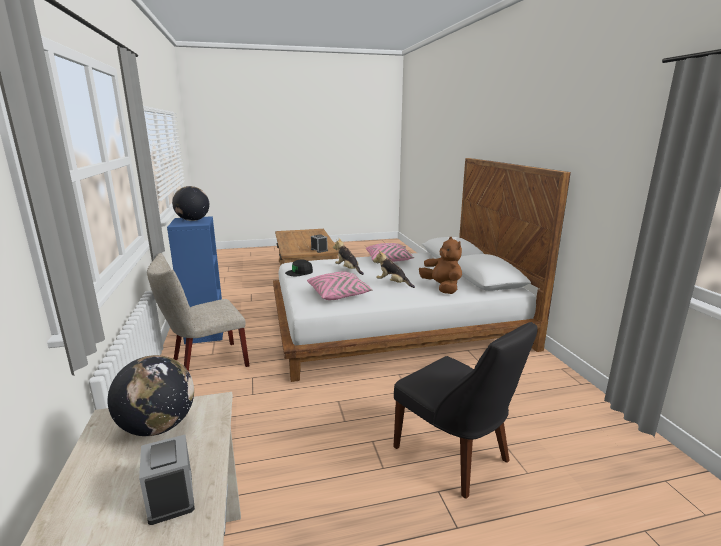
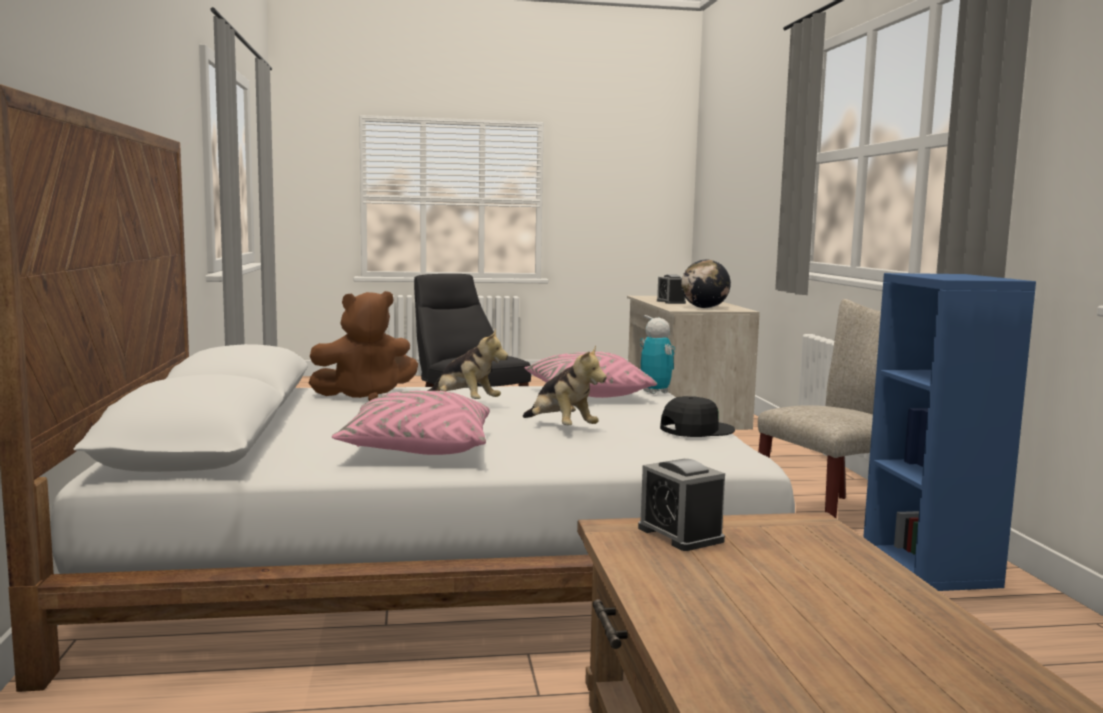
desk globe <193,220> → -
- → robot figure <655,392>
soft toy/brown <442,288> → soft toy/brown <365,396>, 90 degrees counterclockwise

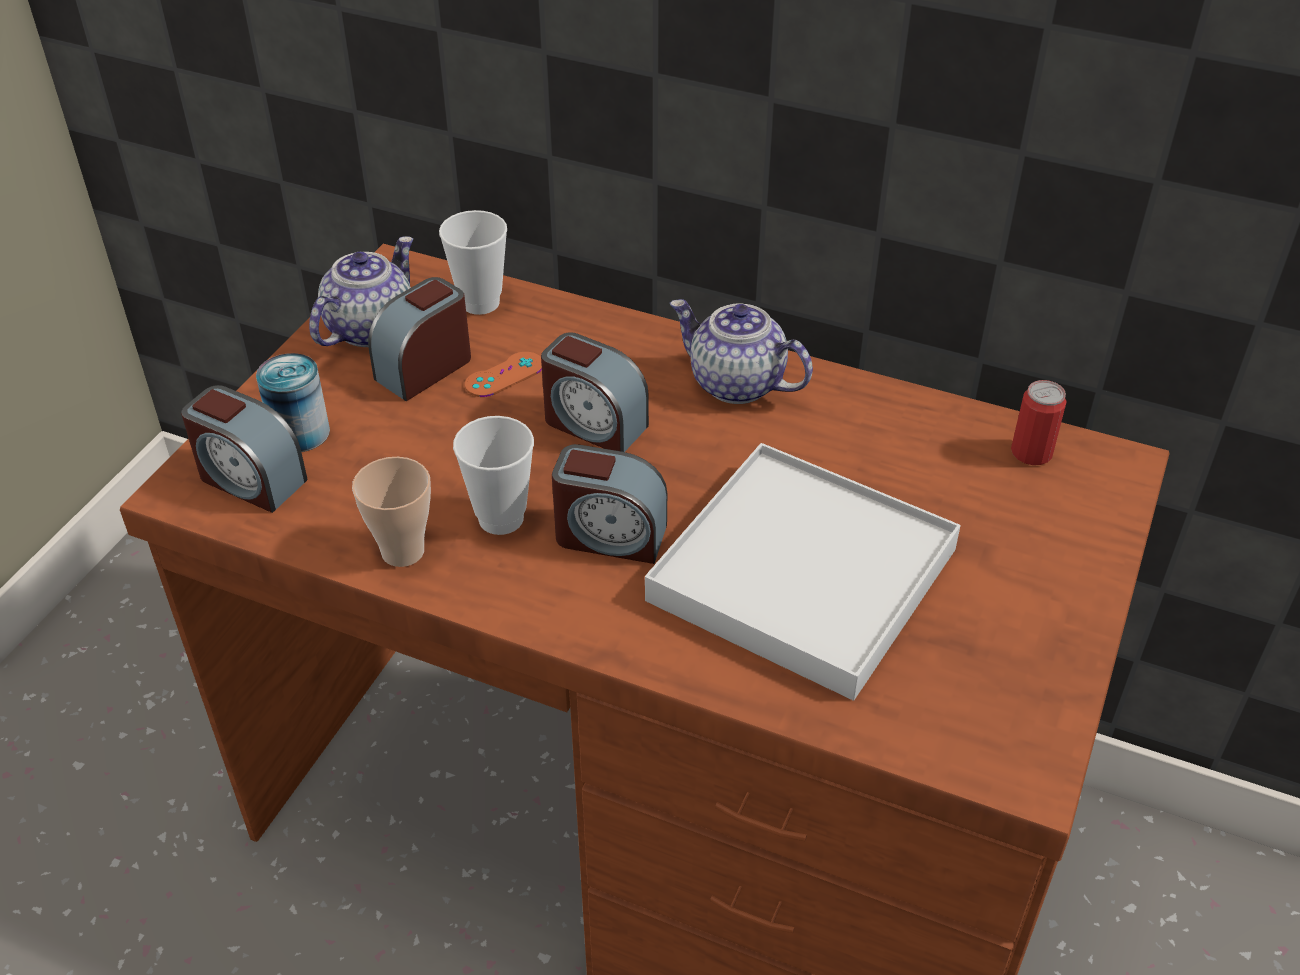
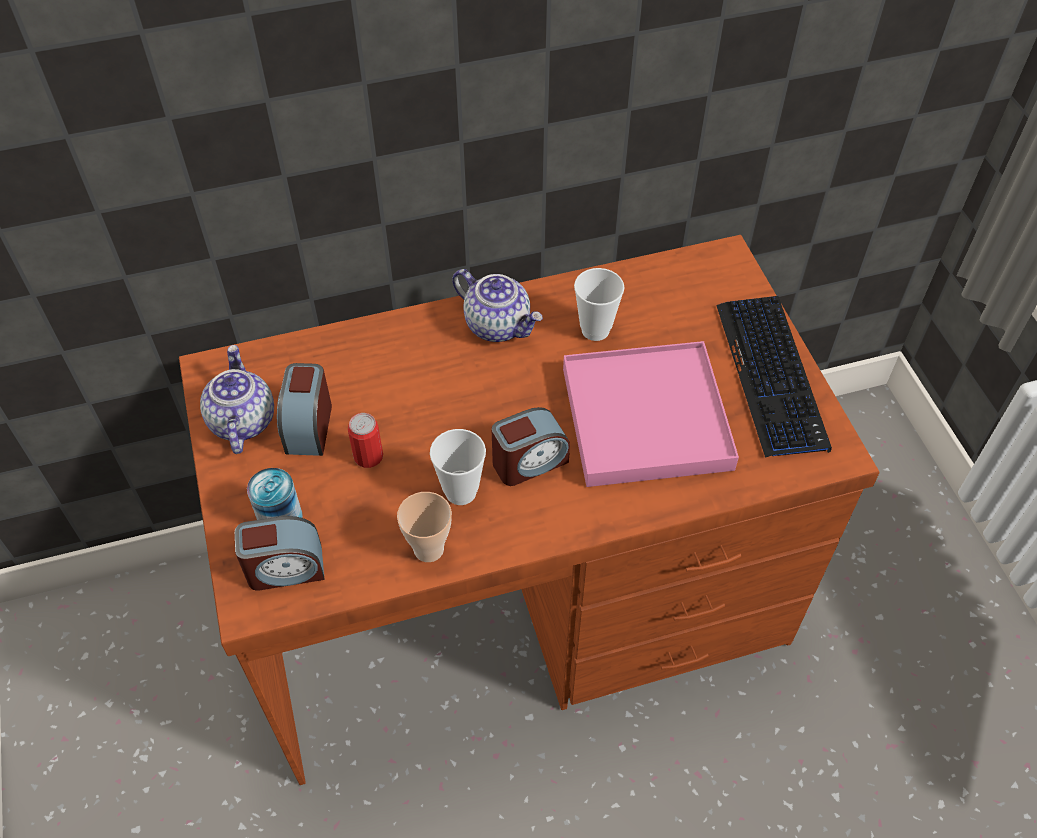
joypad/orange-coloured <504,375> → -
alarm clock <593,424> → -
- → PC keyboard <772,376>
cup <480,303> → cup <595,330>, relocated
metal can <1031,452> → metal can <368,456>, relocated
carrying tray/white <803,575> → carrying tray/pinkish <646,418>
pot for tea <735,383> → pot for tea <498,325>, 135 degrees counterclockwise

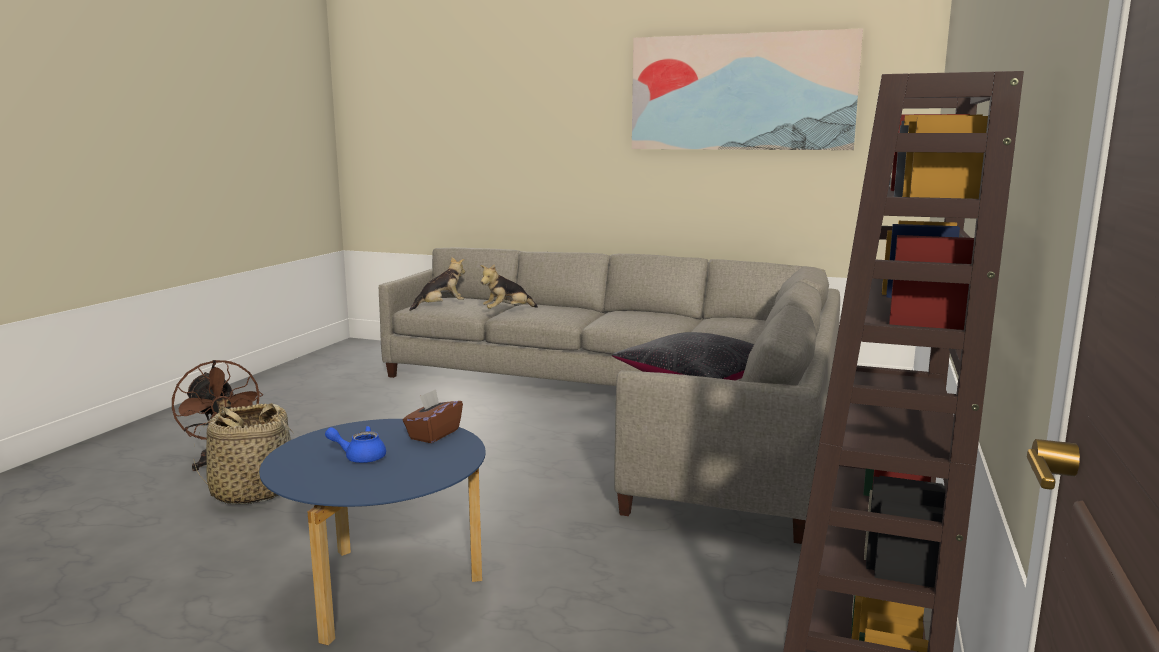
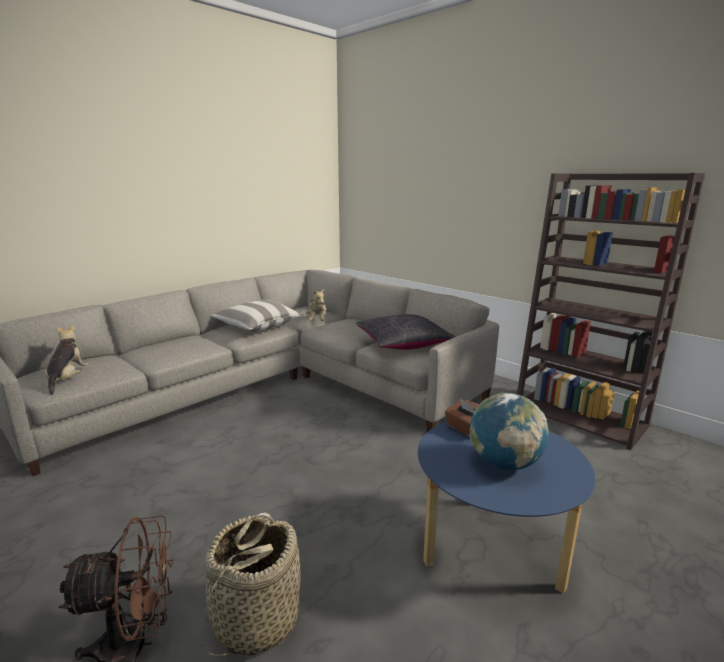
picture <741,92> → -
- → throw pillow <258,326>
soft toy <507,311> → soft toy <317,320>, relocated
pot for tea/blue-coloured <360,457> → desk globe <504,463>

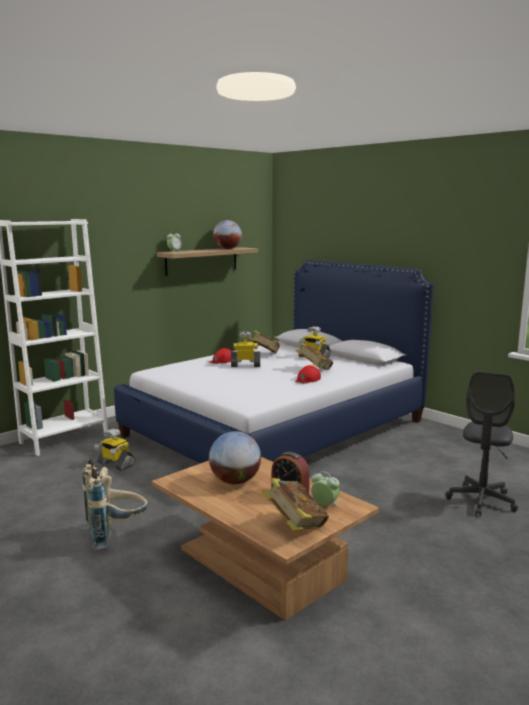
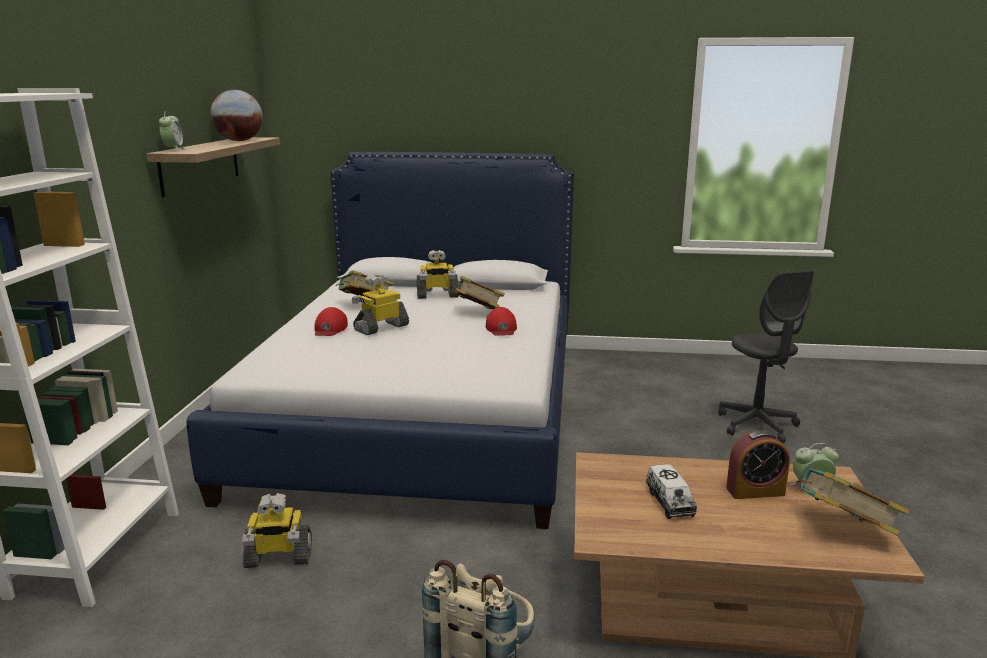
desk globe <235,481> → toy lorry <669,502>

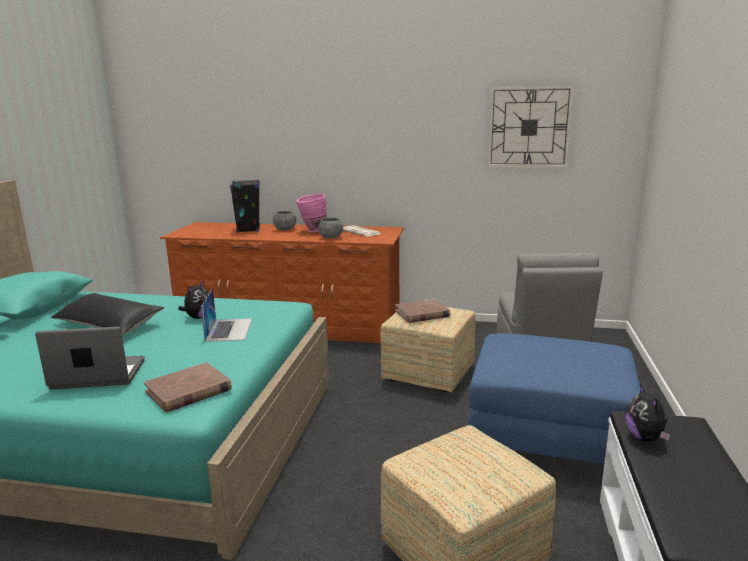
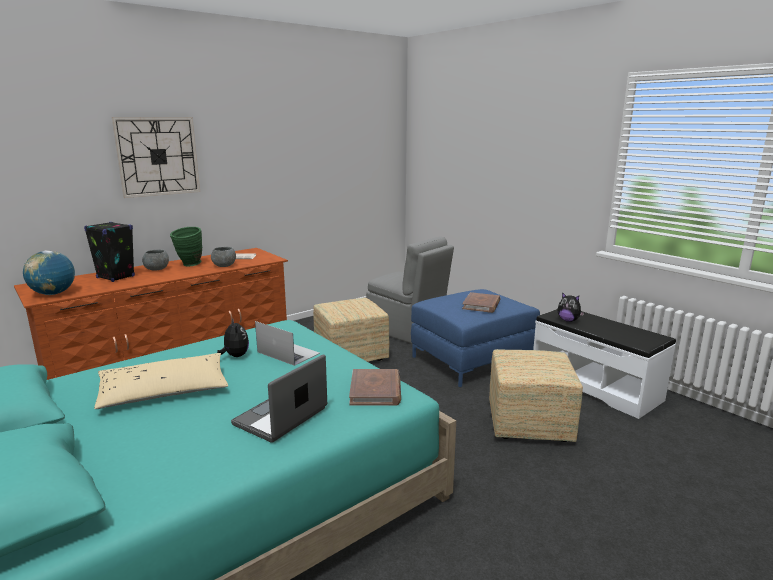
- → desk globe <53,294>
book/brown <422,313> → book/brown <481,305>, relocated
hanging clock <529,127> → hanging clock <158,156>, relocated
throw pillow/black <109,324> → throw pillow/beige-coloured <164,392>
decorative vase/pinkish <312,231> → decorative vase/greenish <189,265>

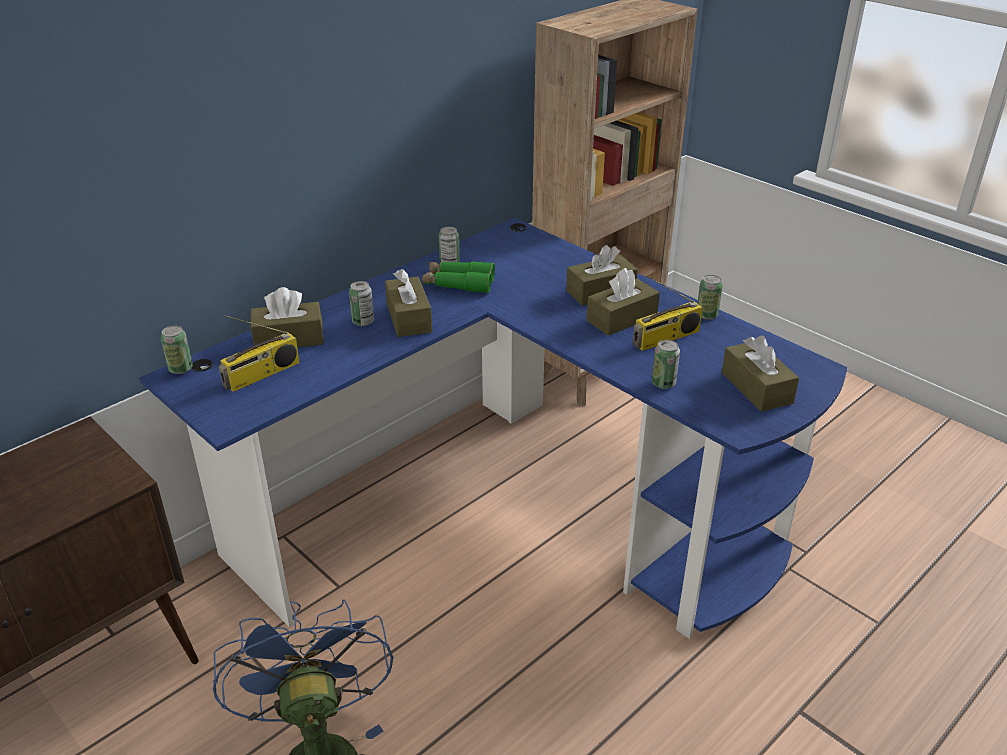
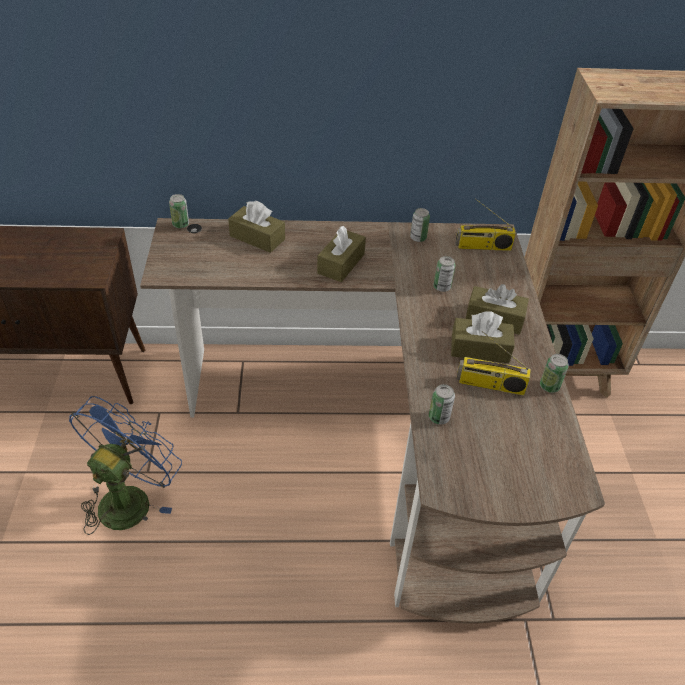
pair of binoculars/greenish <458,284> → -
box of tissues/brown <756,388> → -
radio set <262,375> → radio set <483,247>, relocated
metal can <363,322> → metal can <442,287>, relocated
desk/blue-coloured <511,510> → desk/brown <383,436>

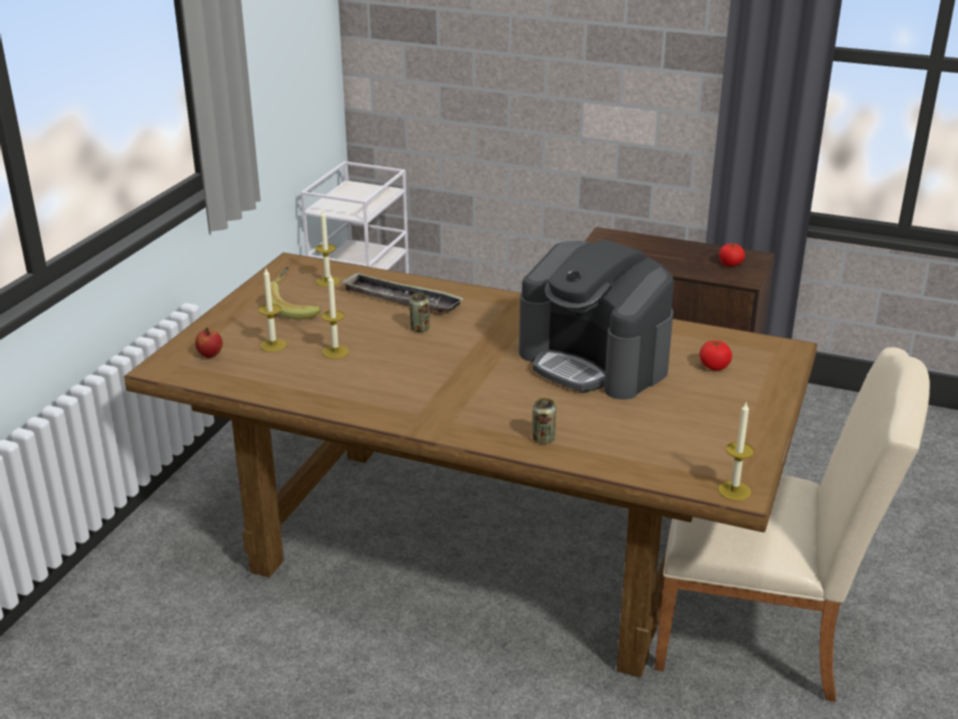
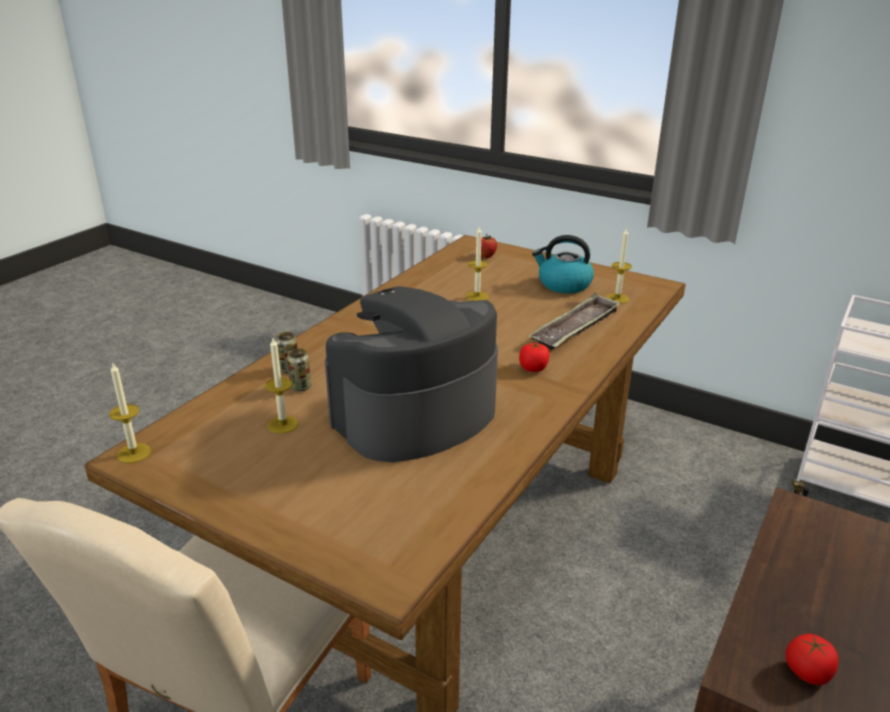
wax light <273,345> → wax light <283,424>, relocated
metal can <420,328> → metal can <300,387>, relocated
fresh tomato <714,366> → fresh tomato <533,368>, relocated
whole banana <295,307> → water kettle <563,284>

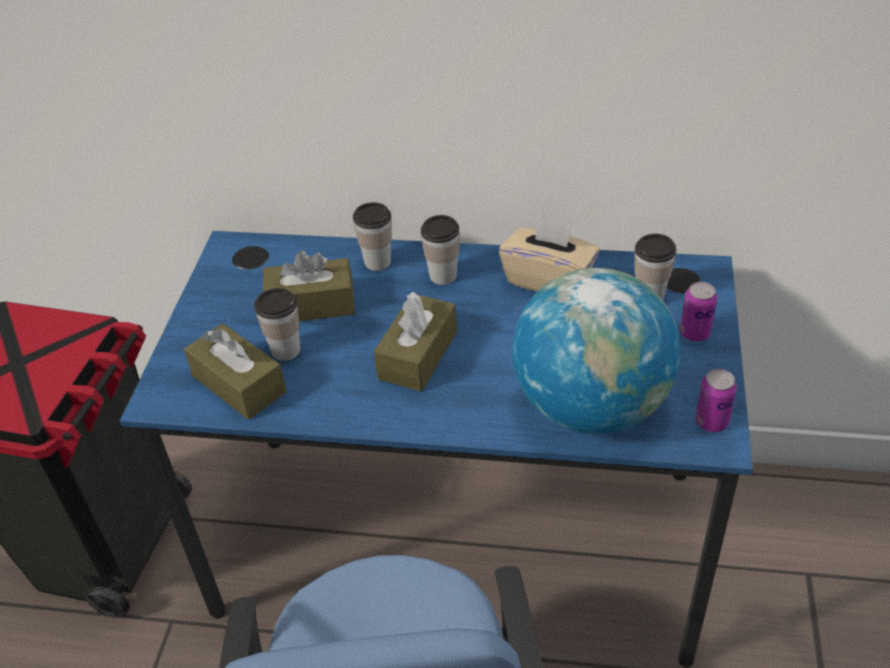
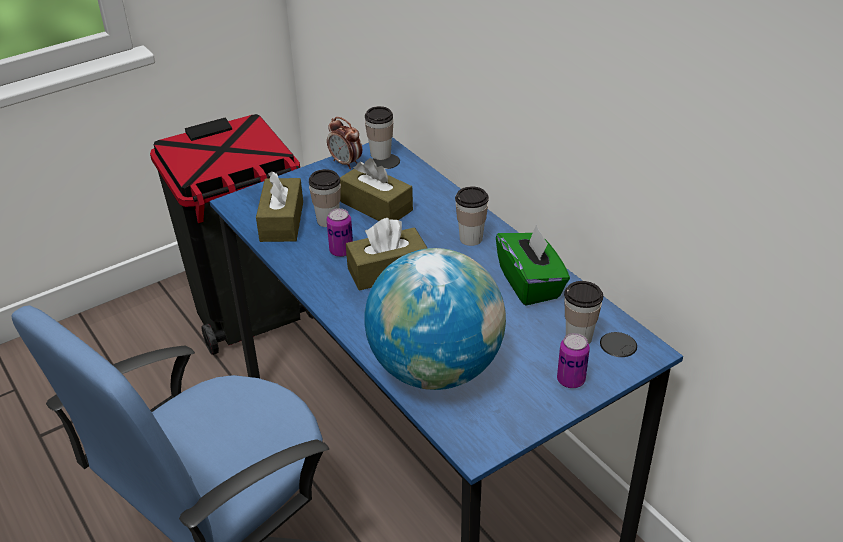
- → alarm clock <346,163>
cup <377,262> → cup <380,154>, relocated
metal can <711,422> → metal can <341,251>, relocated
box of tissues/beige-coloured <549,279> → box of tissues/greenish <530,284>

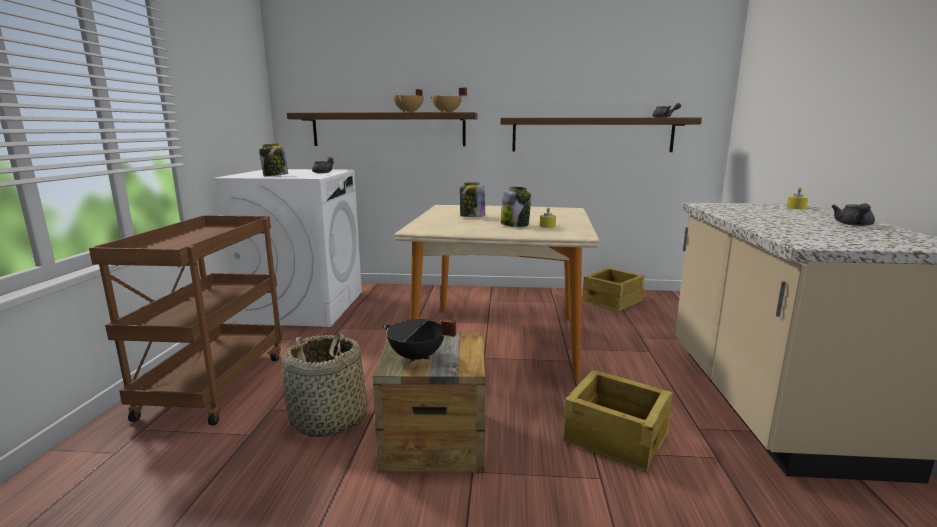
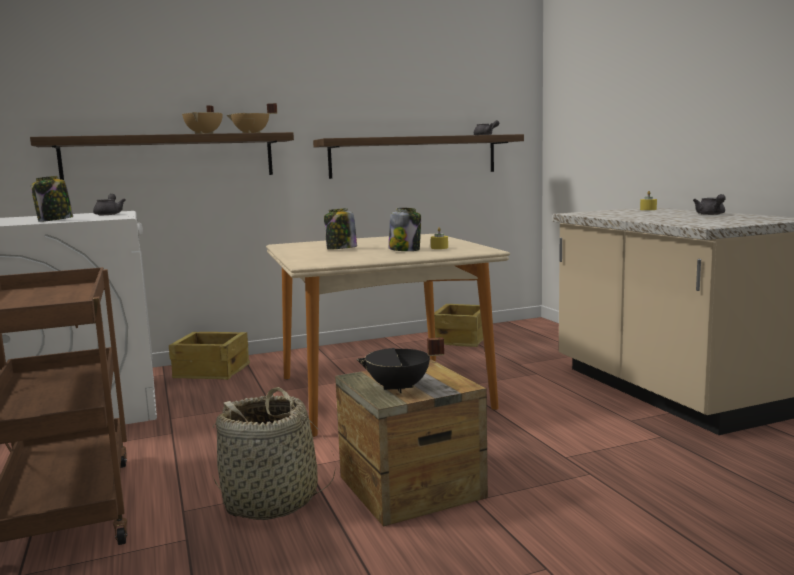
crate <615,436> → crate <211,371>, relocated

